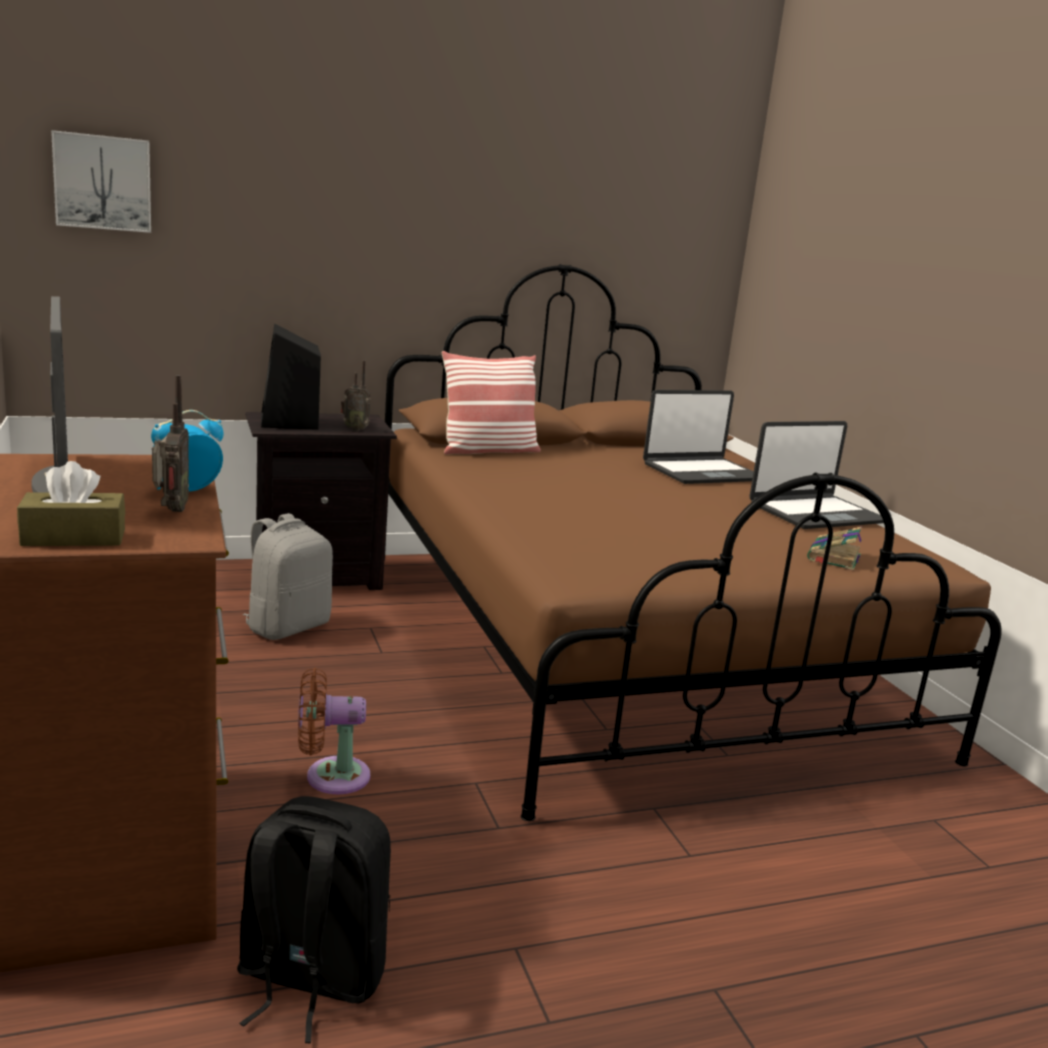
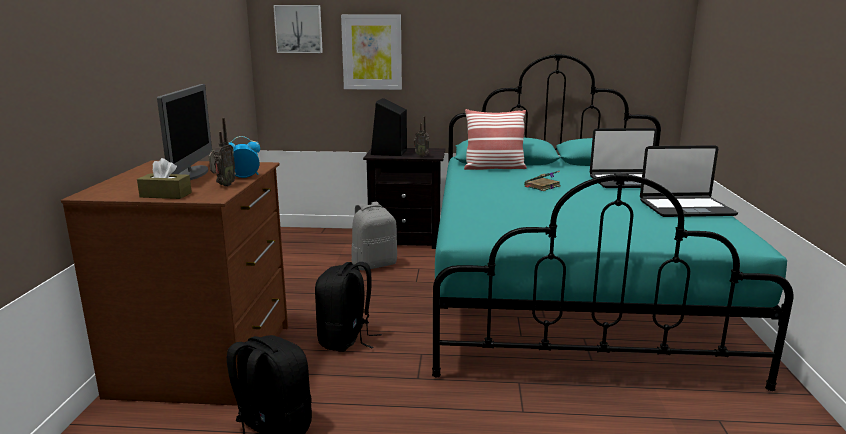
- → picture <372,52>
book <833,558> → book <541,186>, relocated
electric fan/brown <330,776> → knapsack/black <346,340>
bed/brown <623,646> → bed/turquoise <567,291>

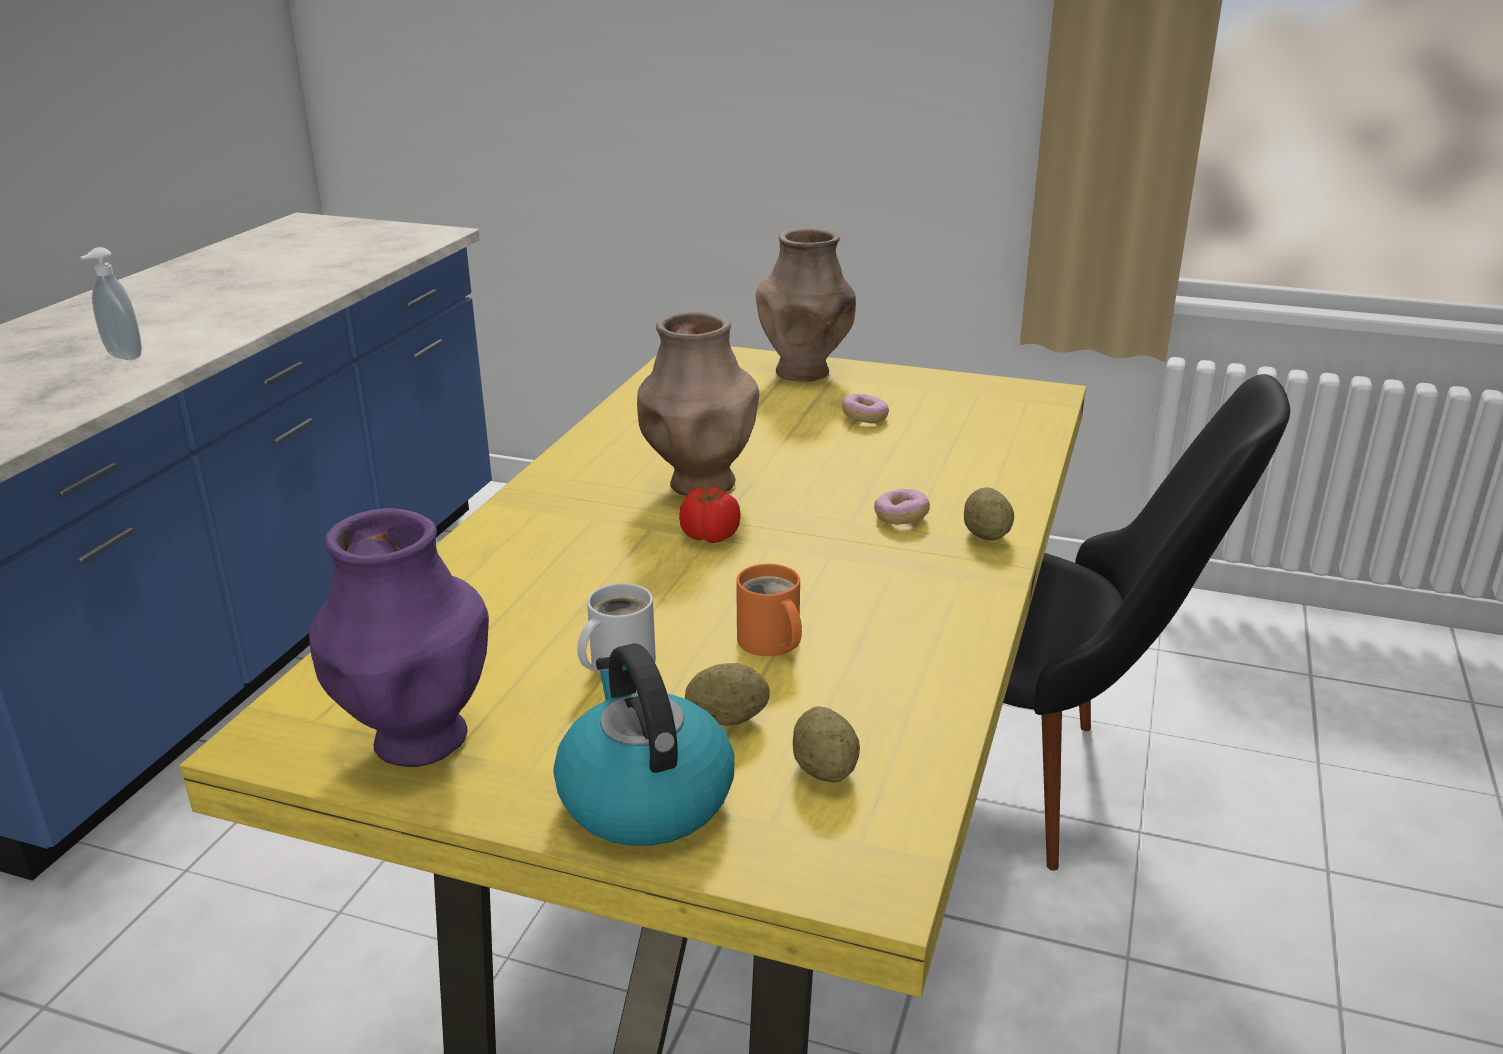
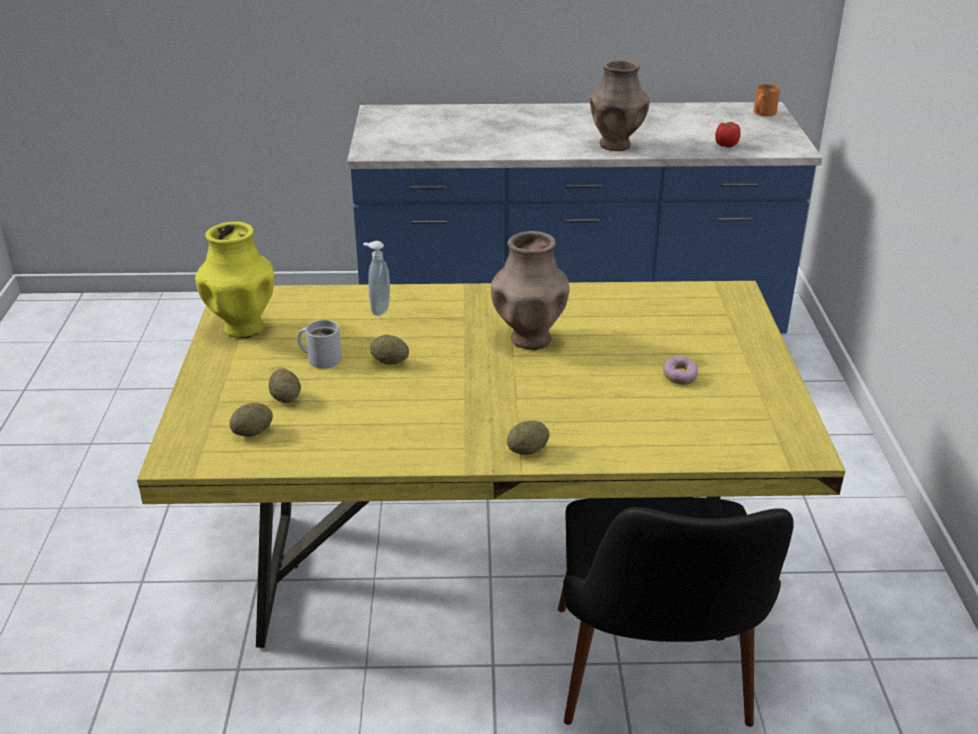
water kettle <644,796> → -
doughnut <901,518> → -
- → whole potato <390,362>
liquid soap bottle <122,357> → liquid soap bottle <378,309>, relocated
fresh tomato <710,537> → fresh tomato <726,145>, relocated
tea mug/orange-coloured <769,643> → tea mug/orange-coloured <763,113>, relocated
decorative vase/brown <804,372> → decorative vase/brown <615,145>, relocated
decorative vase/purple-coloured <417,741> → decorative vase/yellowish <243,328>

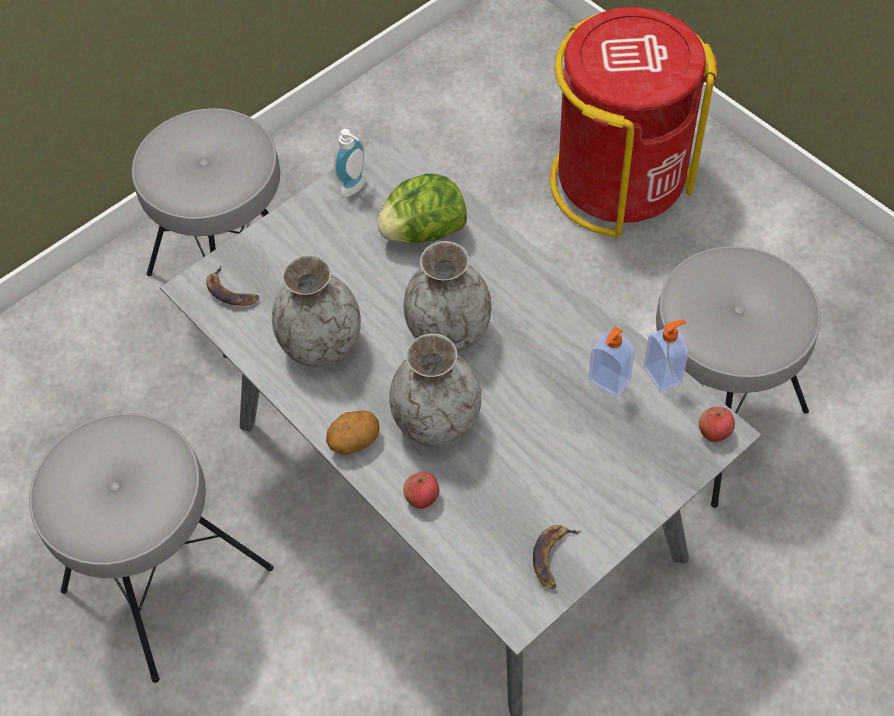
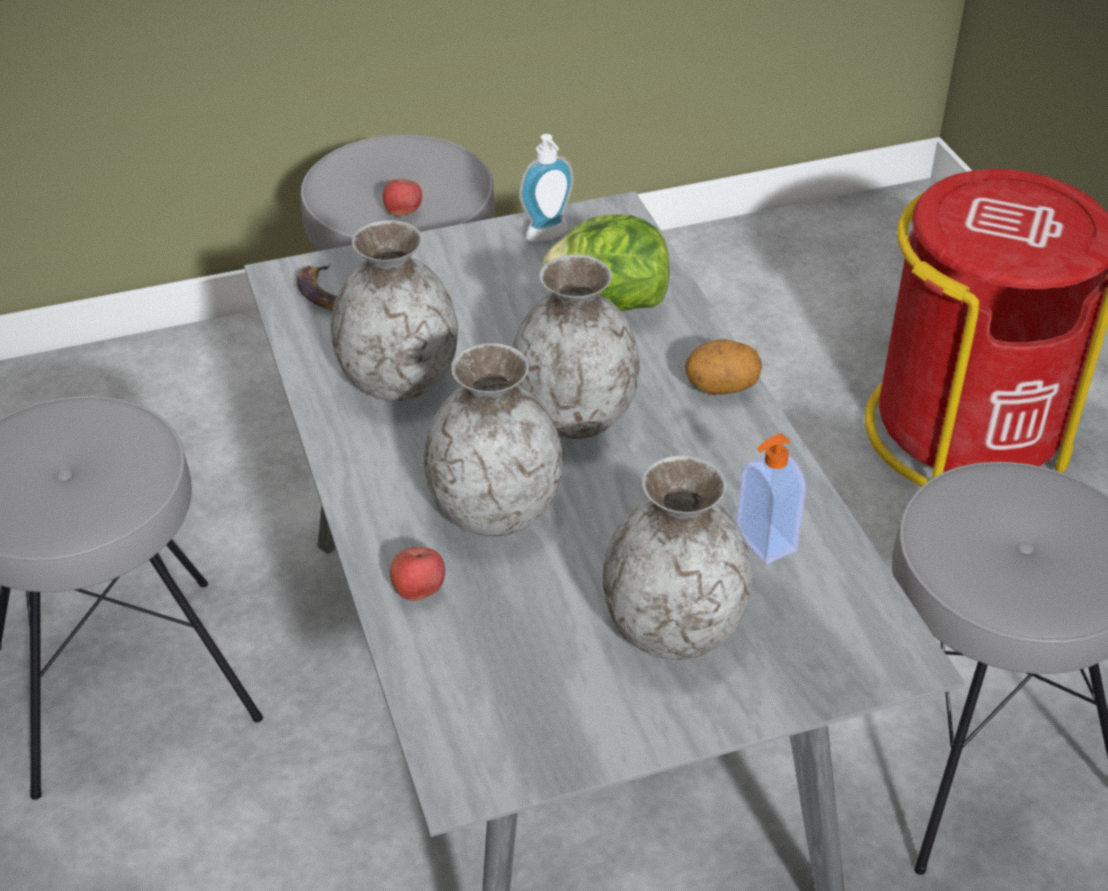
whole banana <553,557> → -
liquid soap bottle <663,374> → -
- → decorative vase/grey <671,628>
whole potato <354,441> → whole potato <721,388>, relocated
apple fruit <714,432> → apple fruit <403,212>, relocated

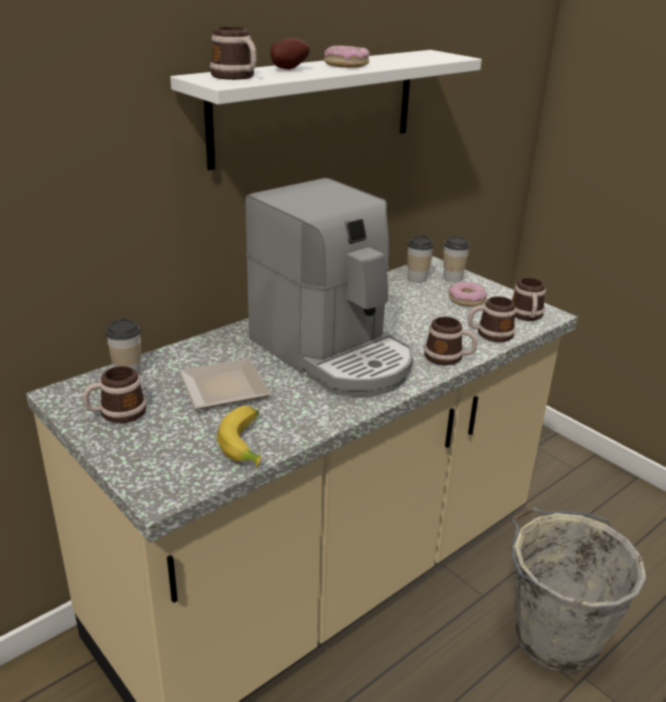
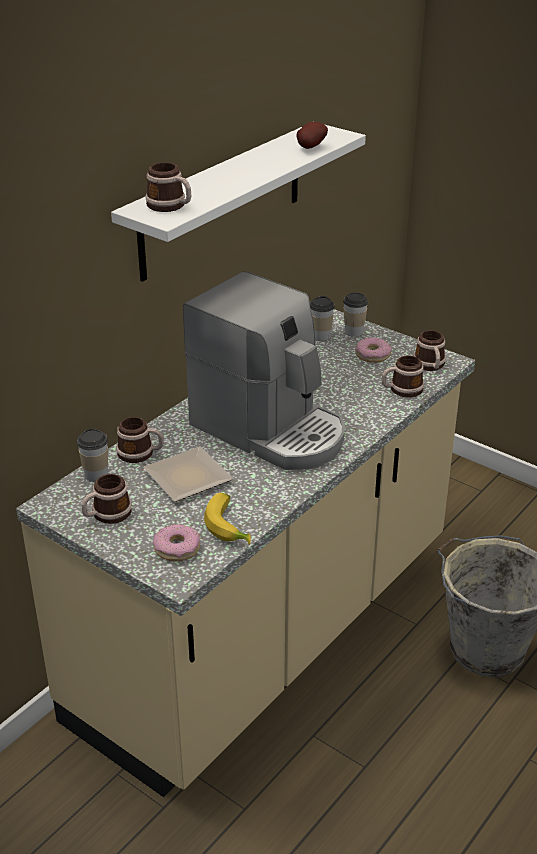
whole potato <287,69> → whole potato <309,147>, relocated
doughnut <346,65> → doughnut <177,549>, relocated
tea mug <449,358> → tea mug <140,454>, relocated

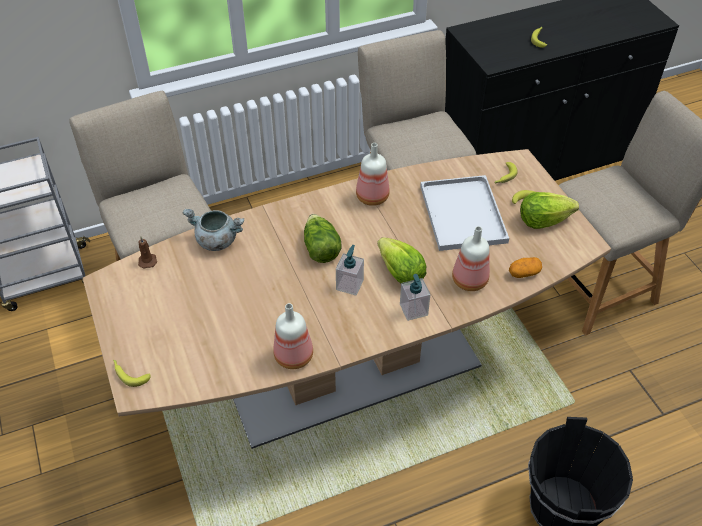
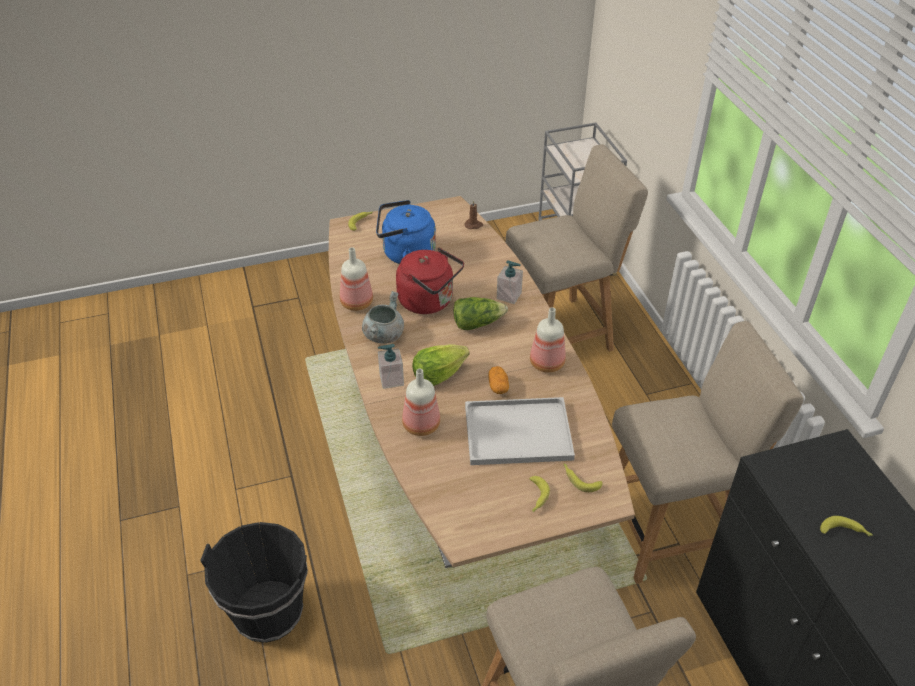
lettuce <543,220> → -
- → water kettle/blue-coloured <405,254>
- → water kettle/red-coloured <429,301>
stockpot/grey <216,241> → stockpot/grey <383,335>, relocated
liquid soap bottle <349,285> → liquid soap bottle <509,296>, relocated
whole potato <524,273> → whole potato <498,386>, relocated

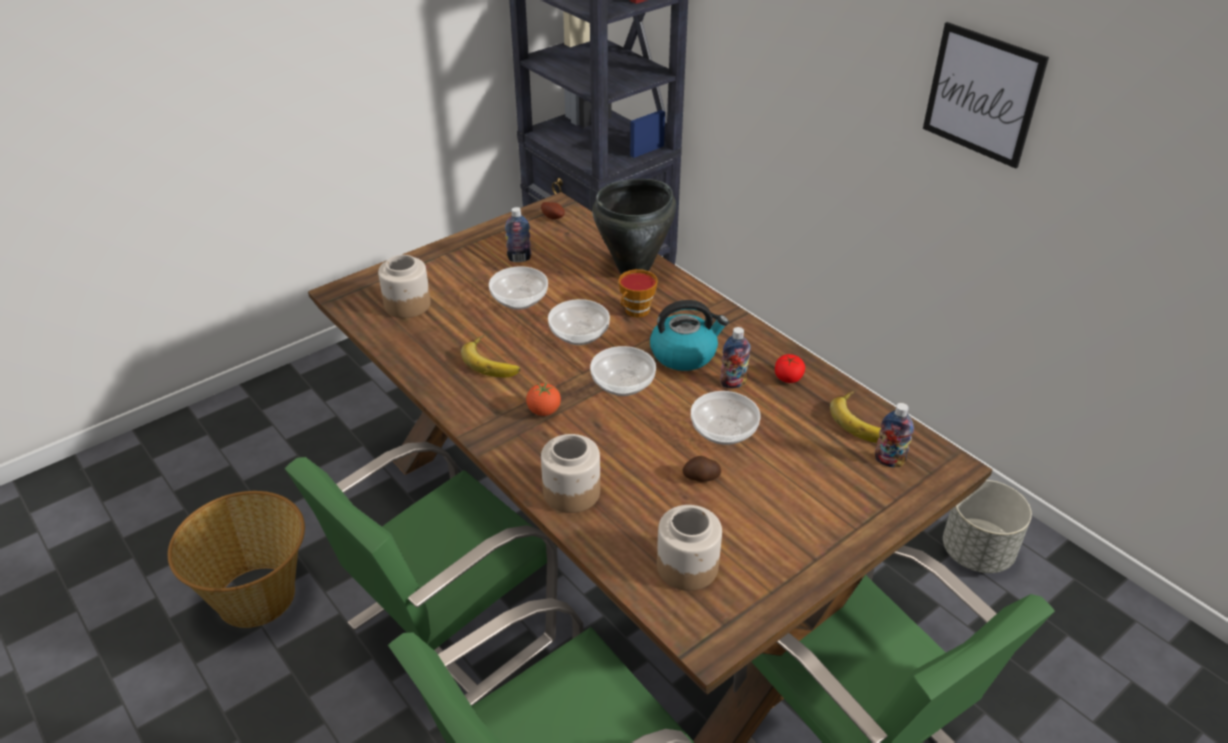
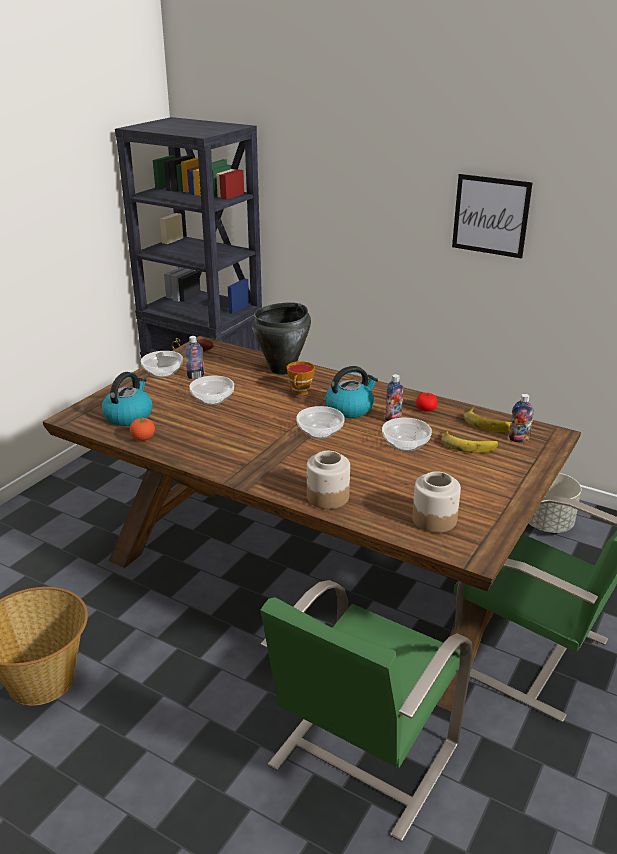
plain chair/greenish <447,633> → -
whole potato <701,477> → -
whole banana <493,361> → whole banana <468,444>, relocated
fresh tomato <544,411> → fresh tomato <143,439>, relocated
bowl <580,335> → bowl <163,372>, relocated
jar <406,305> → water kettle <128,416>

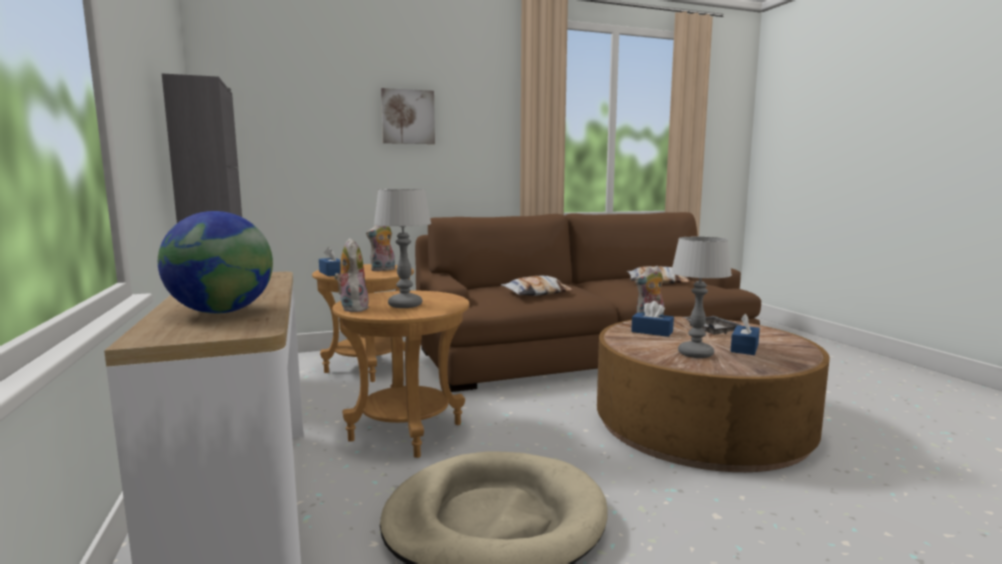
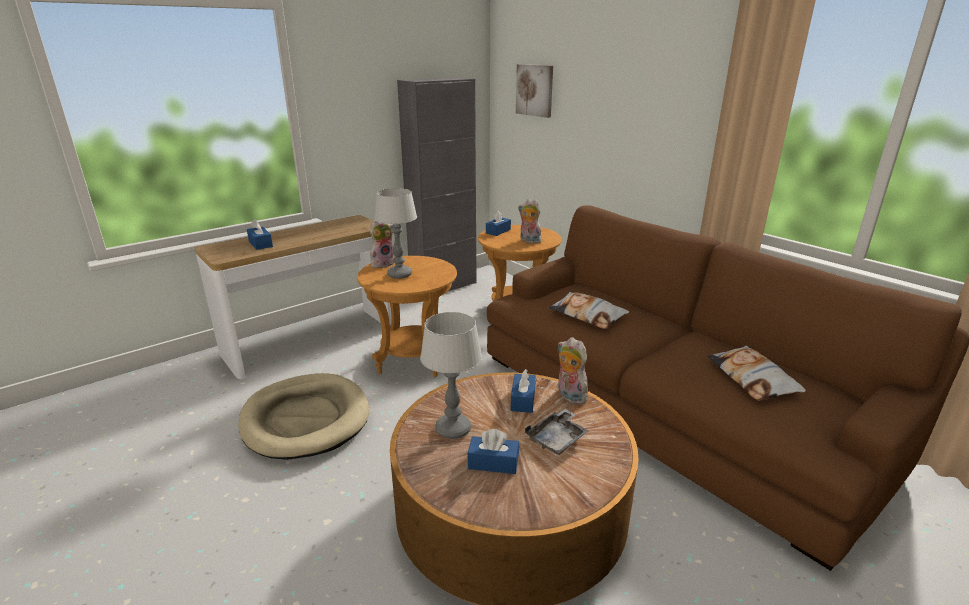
picture <408,117> → picture <535,90>, relocated
desk globe <222,312> → box of tissues/blue-coloured <260,244>

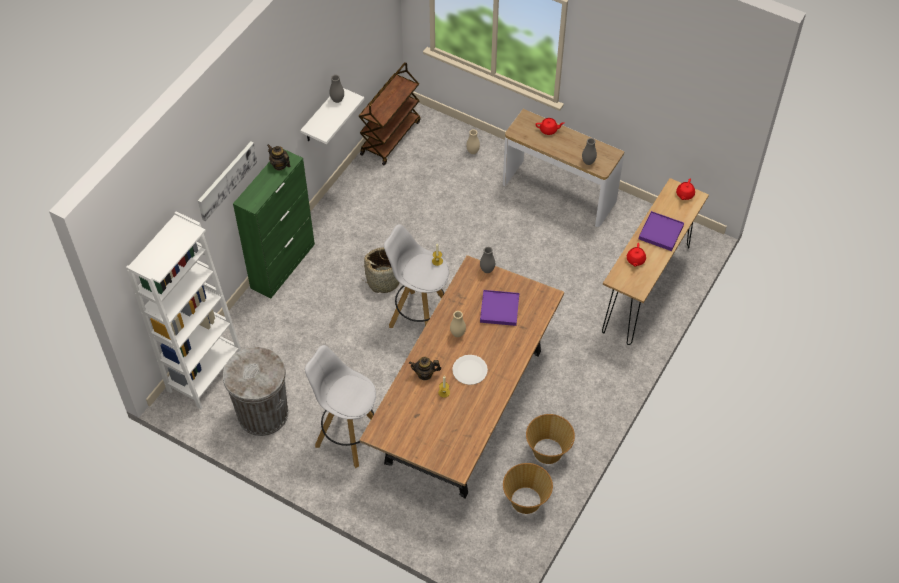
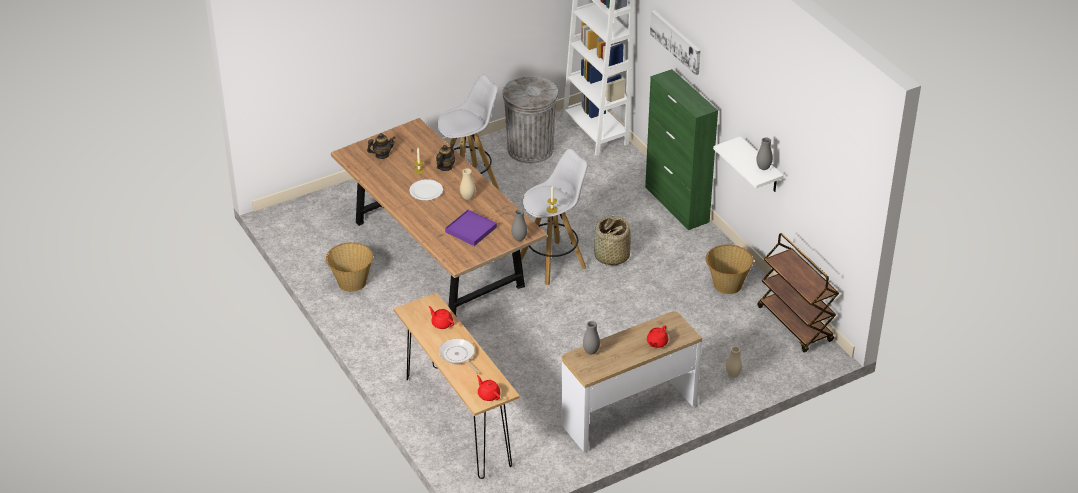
pot for tea <280,165> → pot for tea <382,155>, relocated
household basket <526,501> → household basket <727,284>, relocated
carrying tray/purple-coloured <661,232> → frying pan <458,355>

